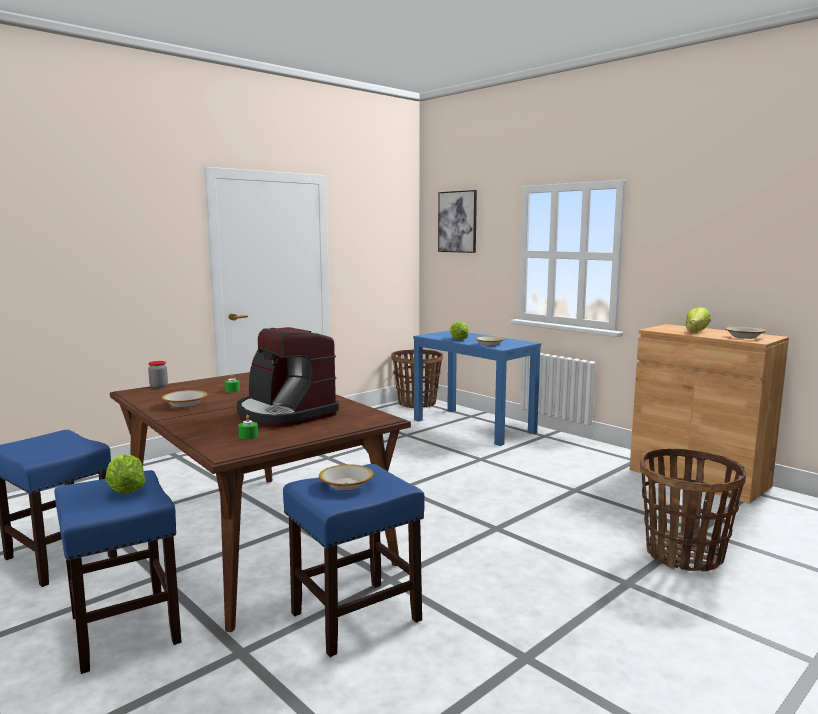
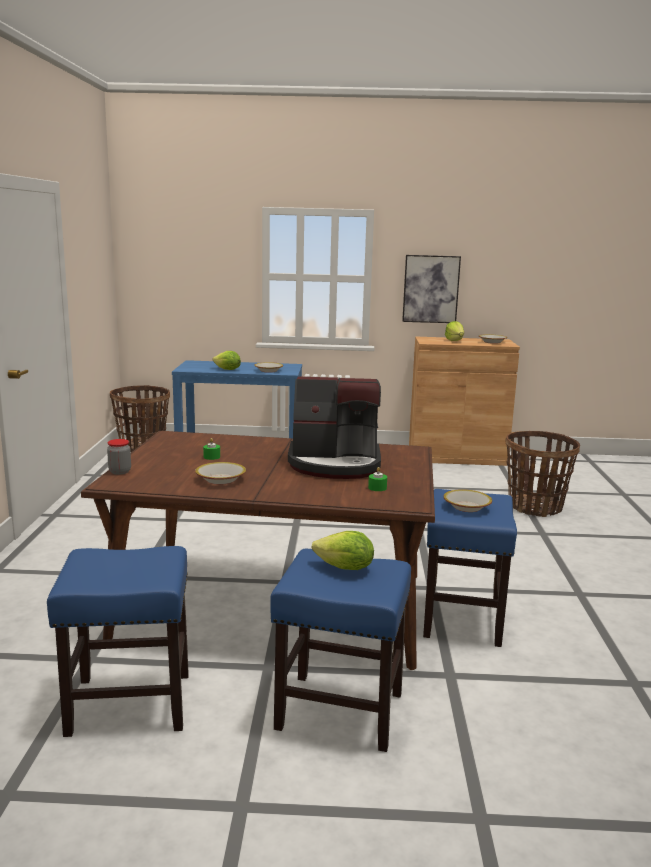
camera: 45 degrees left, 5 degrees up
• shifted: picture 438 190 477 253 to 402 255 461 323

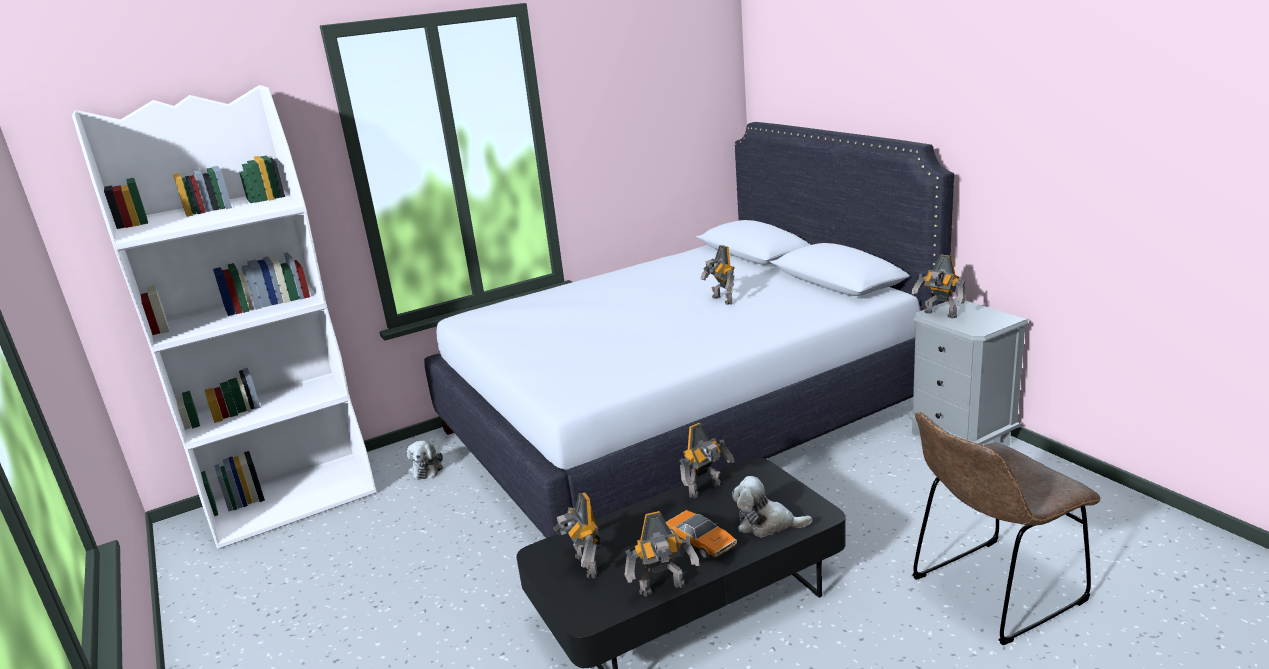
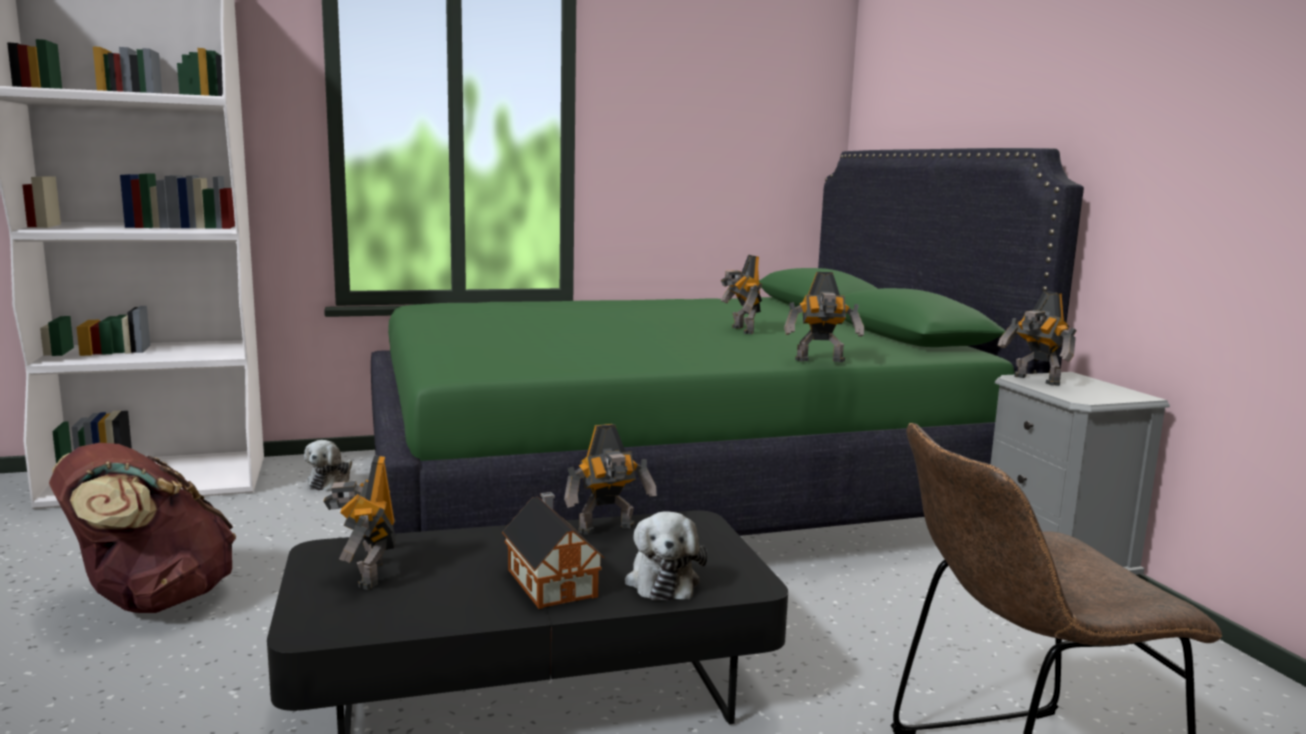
camera: 10 degrees right, 10 degrees down
• new: brown backpack 49 443 236 613
• repainted: white bed 424 122 954 538 to green bed 371 148 1084 536
• swapped: toy car 666 510 737 559 to toy house 502 492 605 609
• rotated: plush toy 732 476 812 537 = 625 511 707 600 120 degrees counterclockwise
• shifted: toy robot 625 511 699 596 to 784 272 864 362

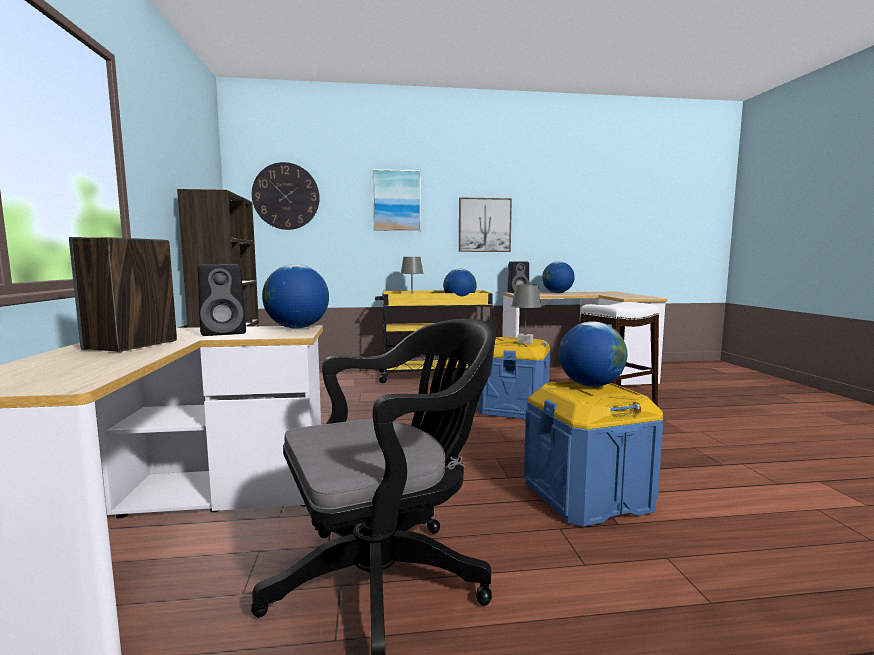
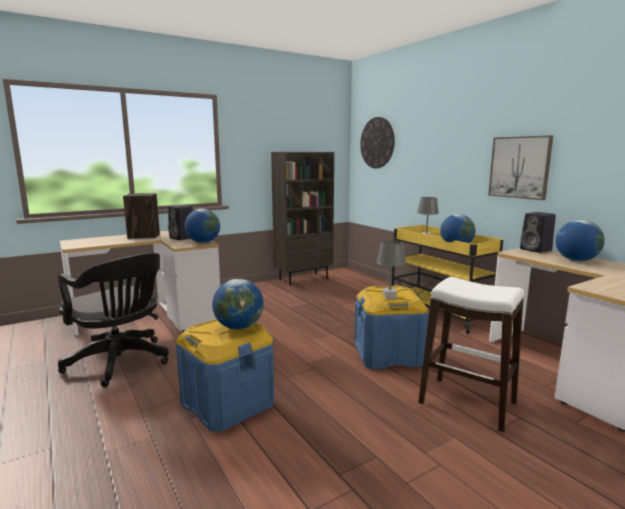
camera: 65 degrees right, 5 degrees up
• gone: picture 372 169 421 231

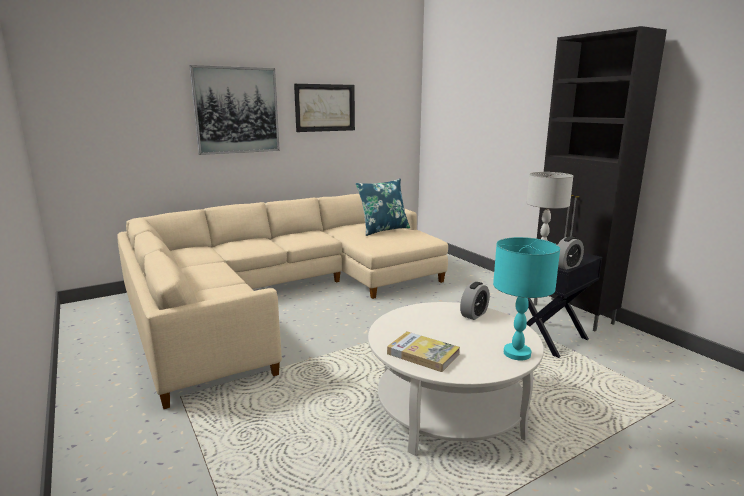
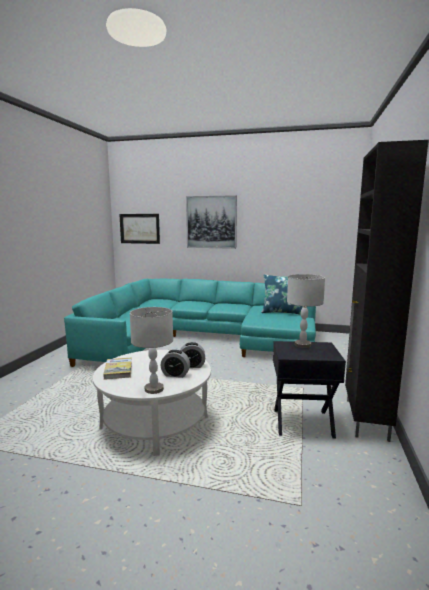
camera: 45 degrees right, 5 degrees down
• repainted: beige sofa 117 194 448 409 to turquoise sofa 64 278 316 367
• shifted: picture 294 84 355 132 to 119 214 160 244
• repainted: turquoise table lamp 493 237 560 360 to grey table lamp 130 307 173 394
• shifted: alarm clock 558 236 584 270 to 161 350 190 378

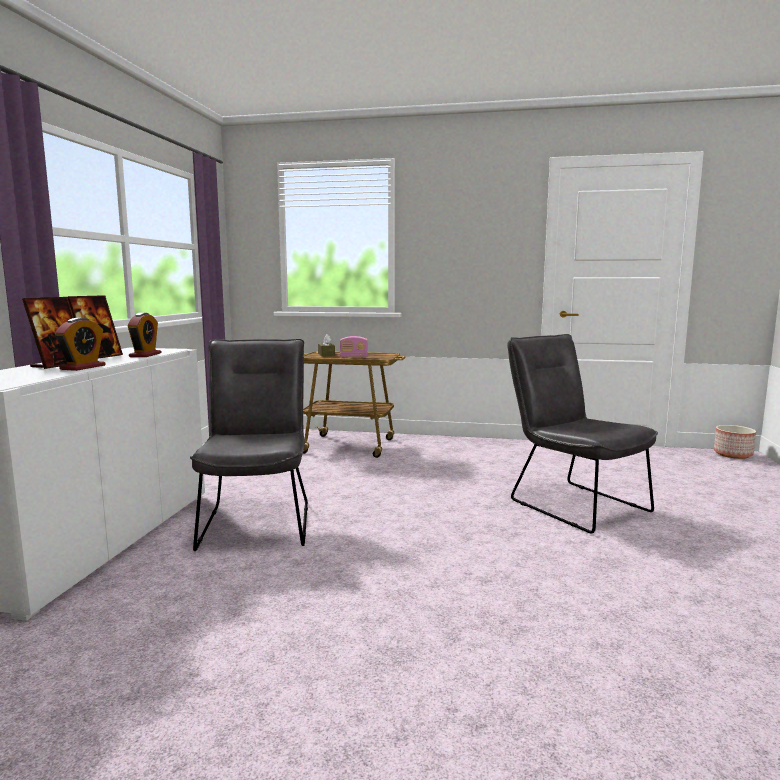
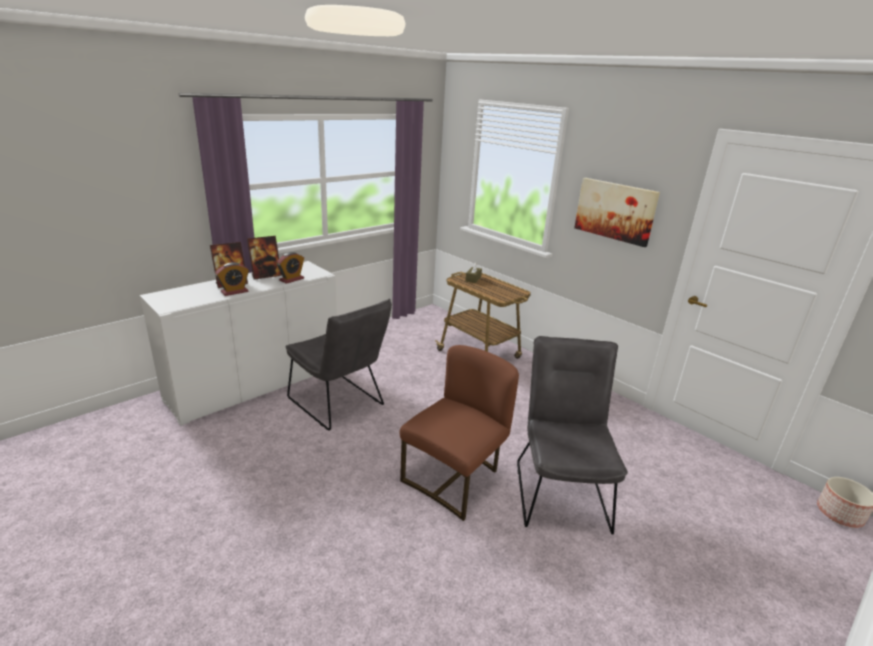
camera: 35 degrees right, 15 degrees up
• rotated: grey chair 190 339 308 551 = 286 299 392 430 105 degrees clockwise
• new: brown chair 400 345 519 521
• new: picture 574 178 660 247
• gone: radio 340 336 368 358

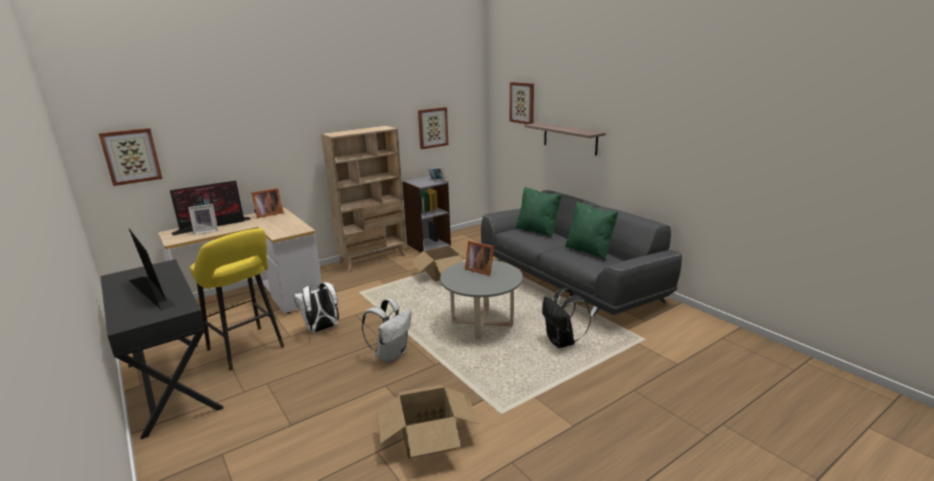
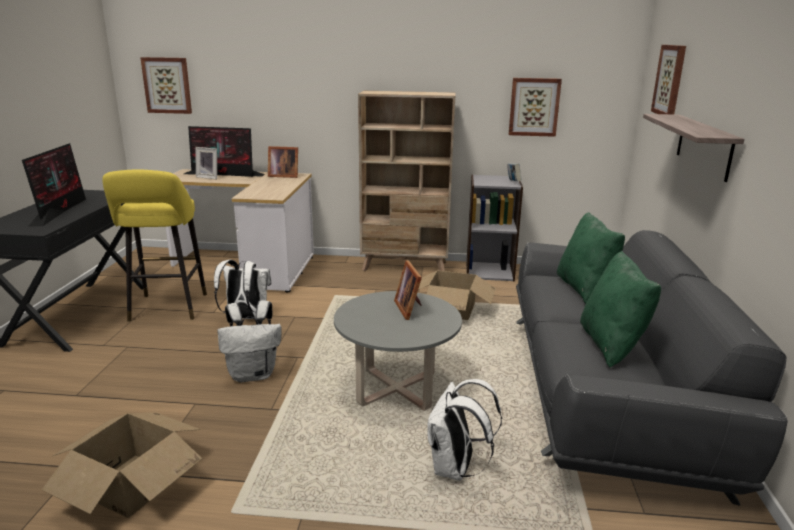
camera: 40 degrees right, 0 degrees up
• repainted: black backpack 542 287 591 348 to white backpack 427 379 502 481

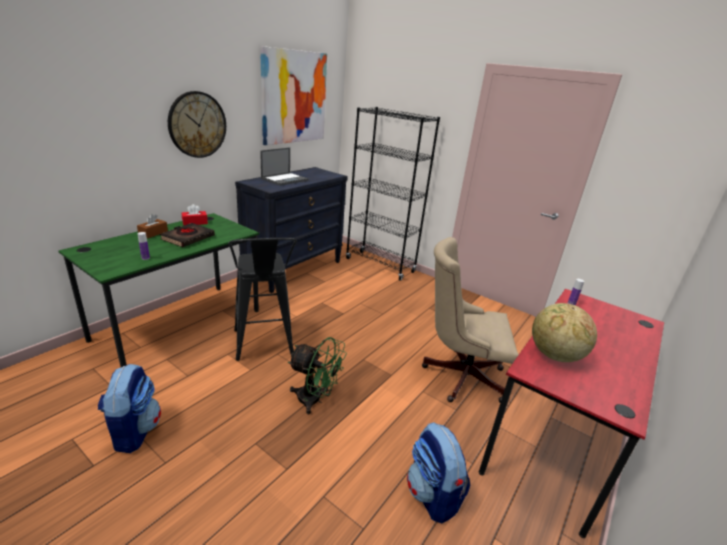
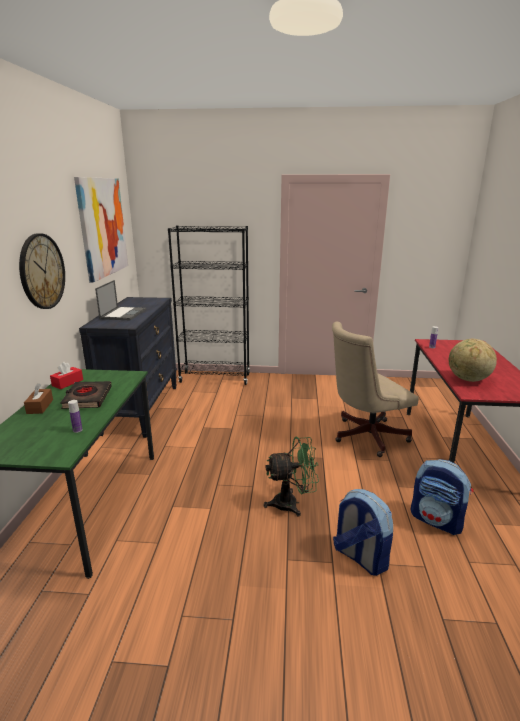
camera: 30 degrees left, 5 degrees down
• shifted: backpack 97 364 161 453 to 333 489 393 576
• gone: black stool 229 238 297 361

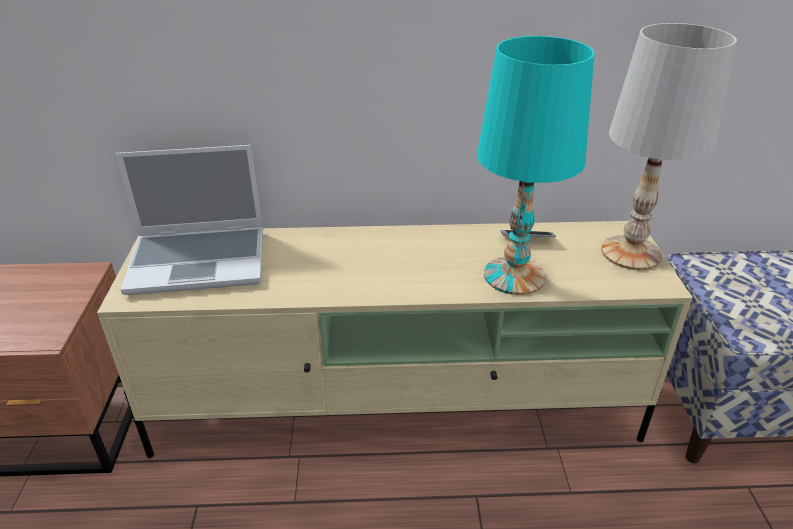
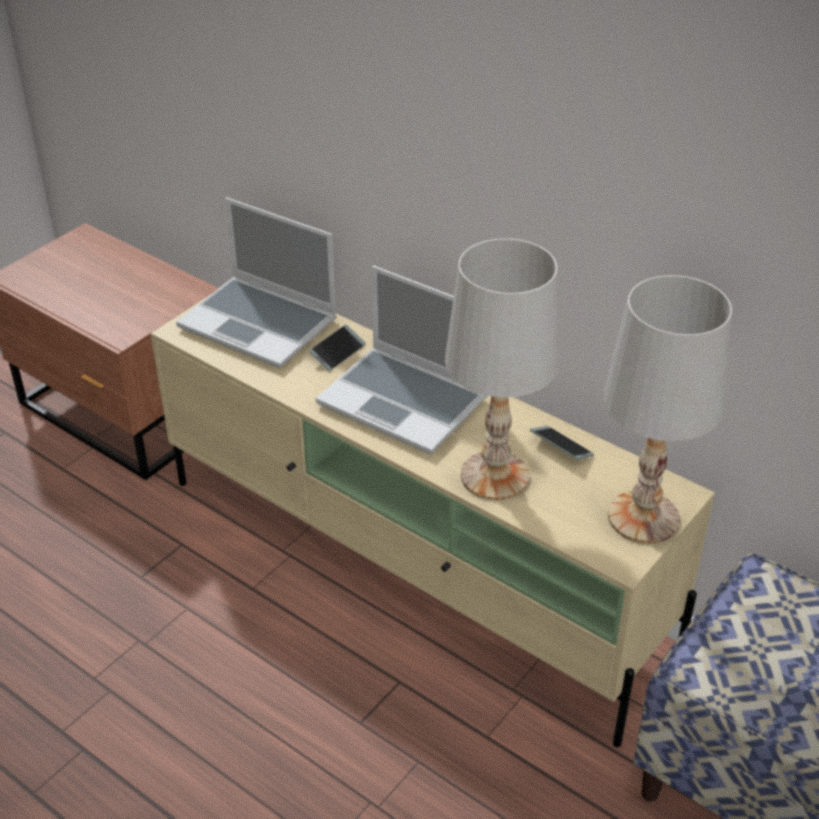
camera: 40 degrees right, 5 degrees up
• new: phone 309 325 366 371
• new: laptop 316 265 487 454
• repainted: turquoise table lamp 477 36 595 295 to white table lamp 445 238 559 500

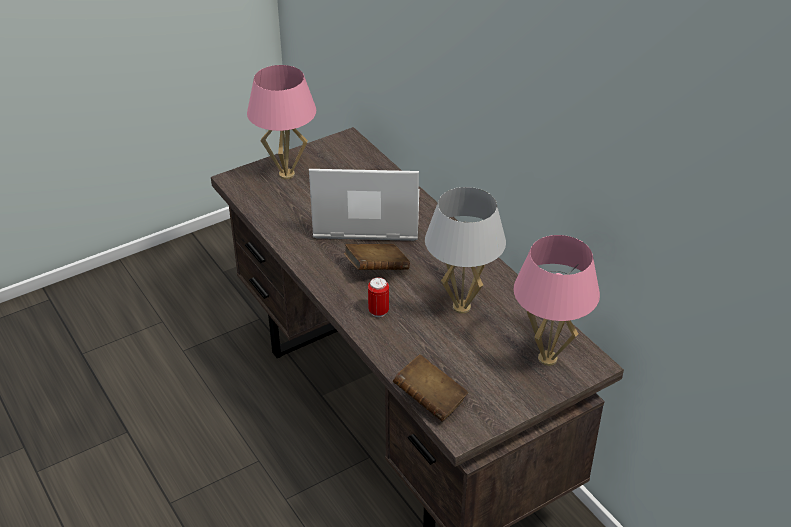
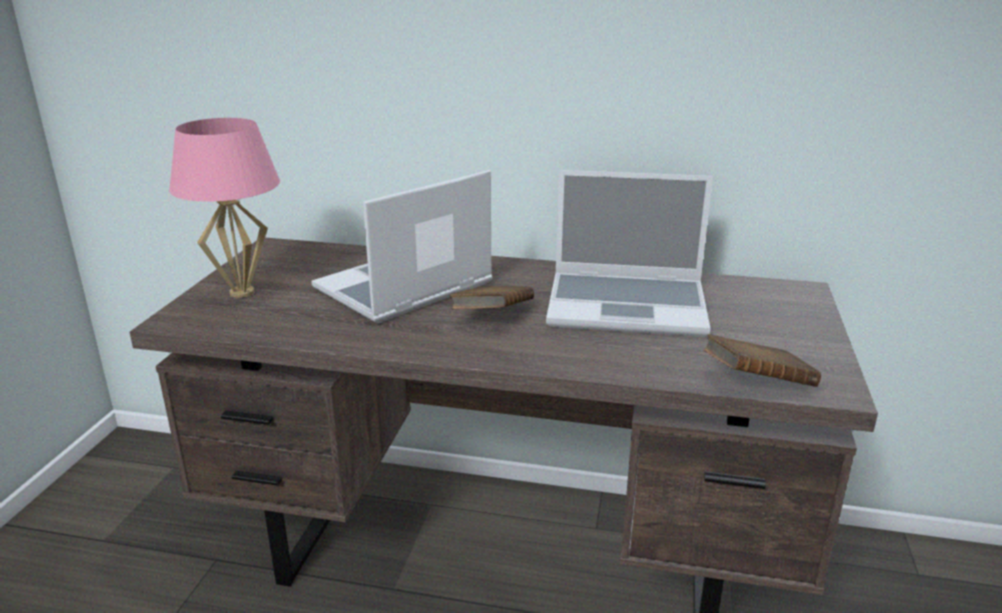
camera: 45 degrees left, 15 degrees down
• swapped: white table lamp 425 187 506 314 to laptop 546 170 713 337
• gone: can 368 277 389 317
• gone: pink table lamp 513 235 600 366

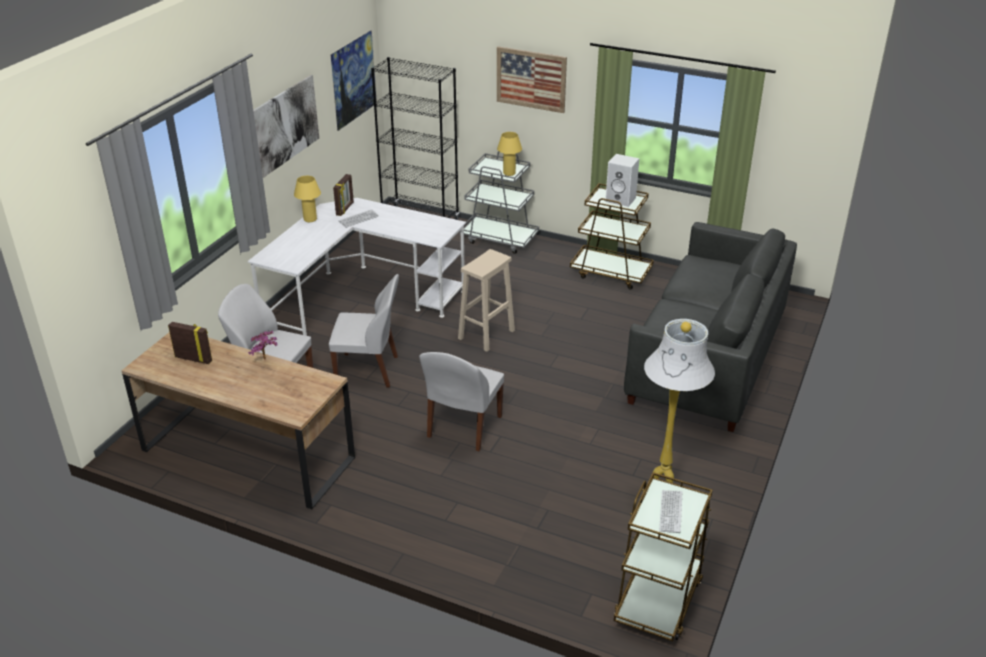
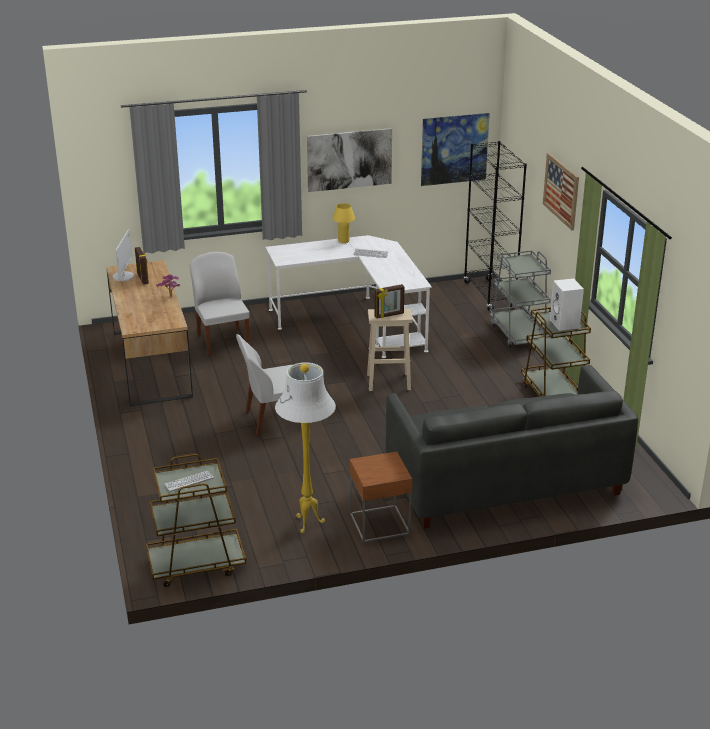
camera: 50 degrees right, 5 degrees down
• new: monitor 113 230 134 281
• new: brown side table 350 452 412 543
• shifted: picture frame 333 174 354 216 to 374 284 404 319
• gone: white chair 329 274 399 387
• gone: yellow table lamp 497 132 522 176

